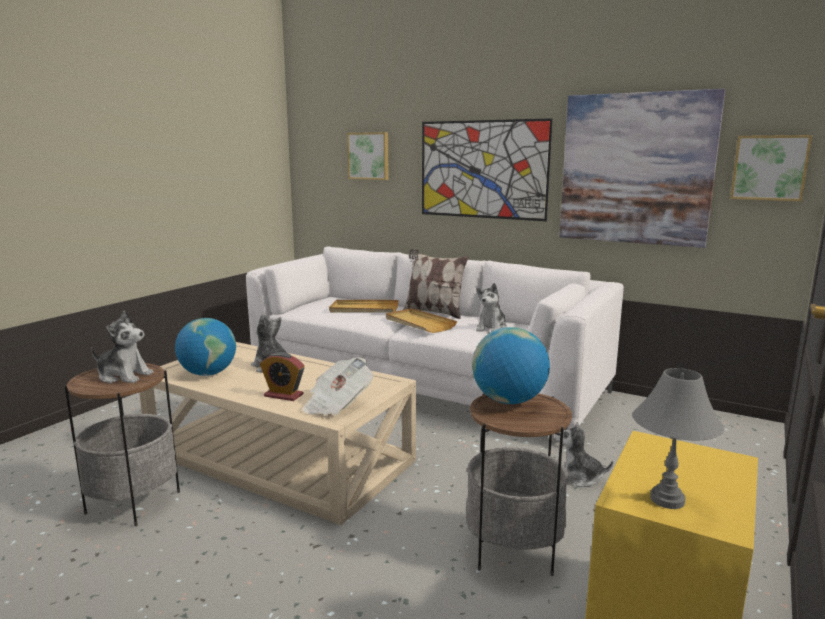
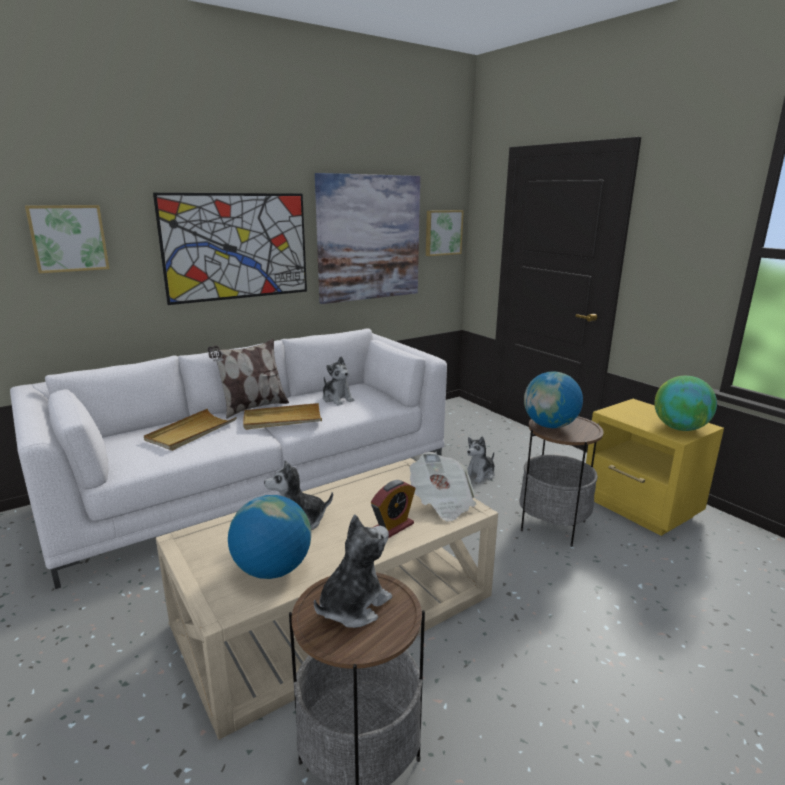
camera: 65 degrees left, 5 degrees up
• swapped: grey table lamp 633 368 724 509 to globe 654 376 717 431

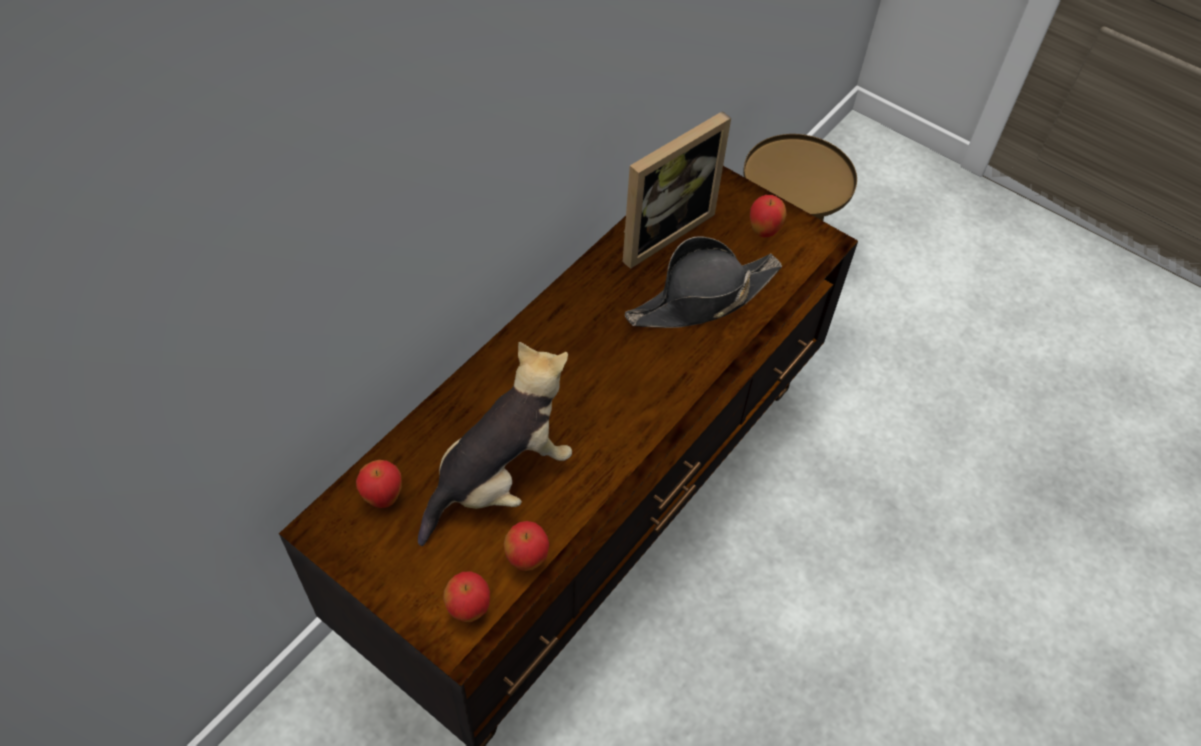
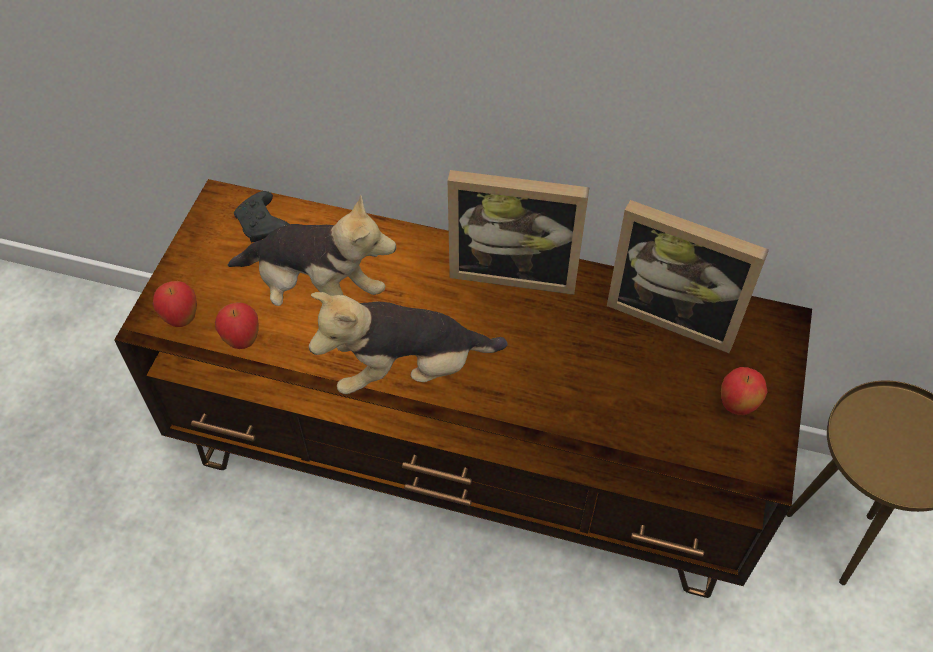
camera: 70 degrees right, 0 degrees up
• swapped: apple 356 460 401 508 to black game controller 234 191 289 242
• new: plush toy 309 292 508 394
• new: picture frame 448 170 590 295
• gone: black hat 625 237 782 328

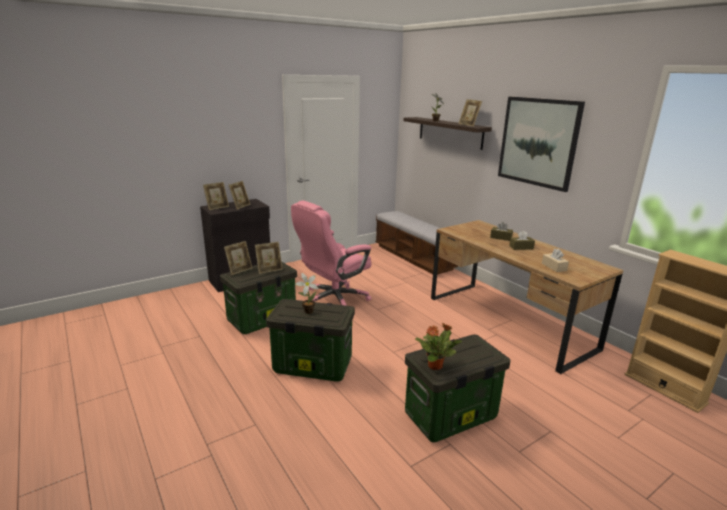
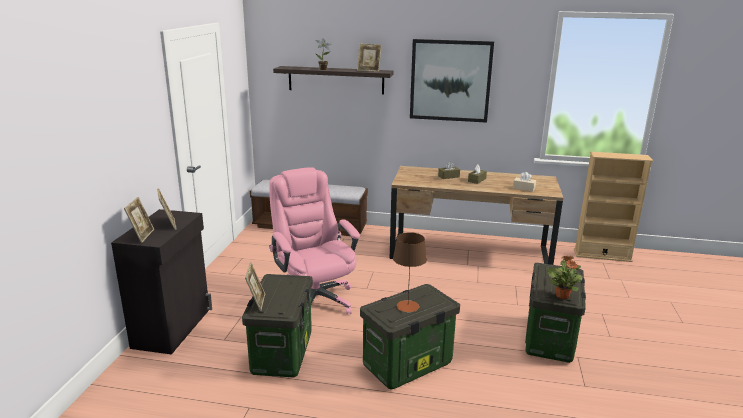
camera: 45 degrees left, 0 degrees up
• rotated: pink office chair 291 201 372 306 = 269 167 360 314 150 degrees clockwise
• swapped: potted plant 295 273 319 314 to brown table lamp 393 232 427 312
• gone: picture frame 255 242 283 274

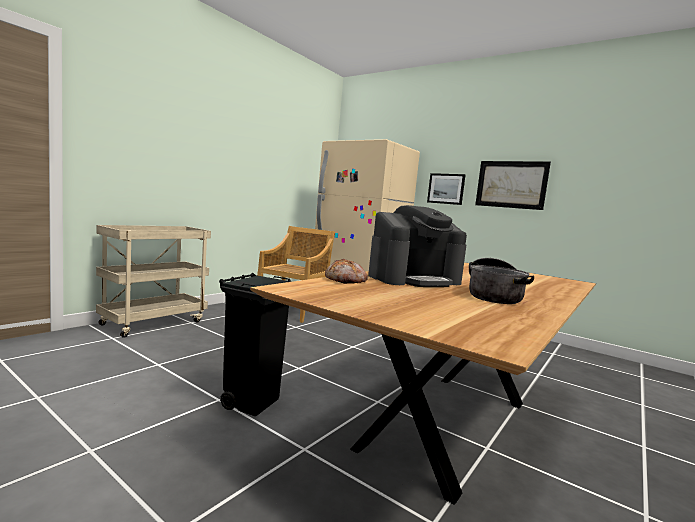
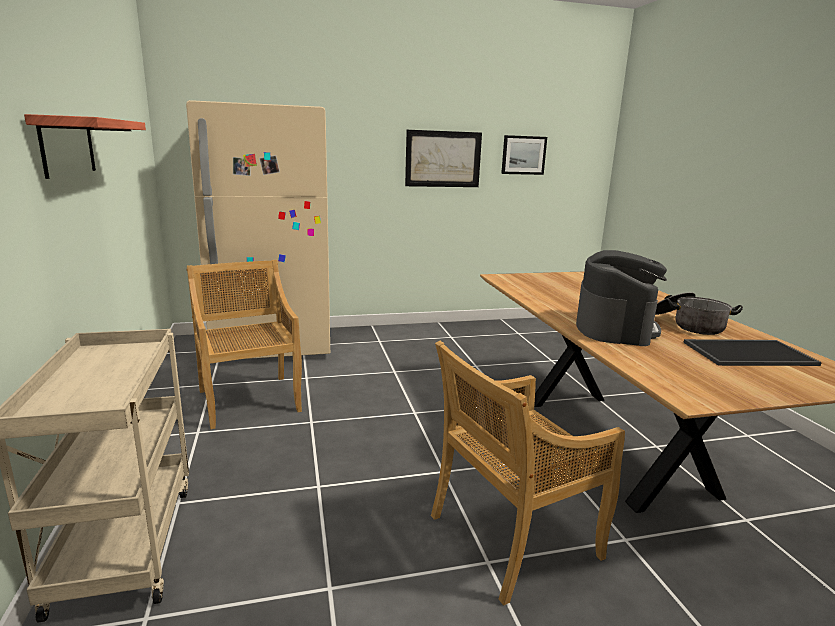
camera: 50 degrees left, 10 degrees up
• new: shelf 24 114 146 179
• swapped: black trash can 219 273 291 417 to beige chair 431 341 625 605
• shifted: picture 427 173 466 205 to 501 135 547 175
• new: tray 683 339 822 366
• gone: bread 325 258 368 284

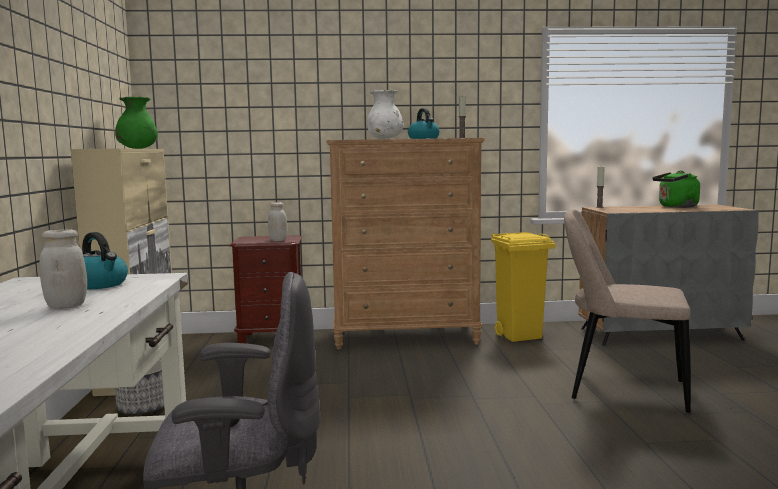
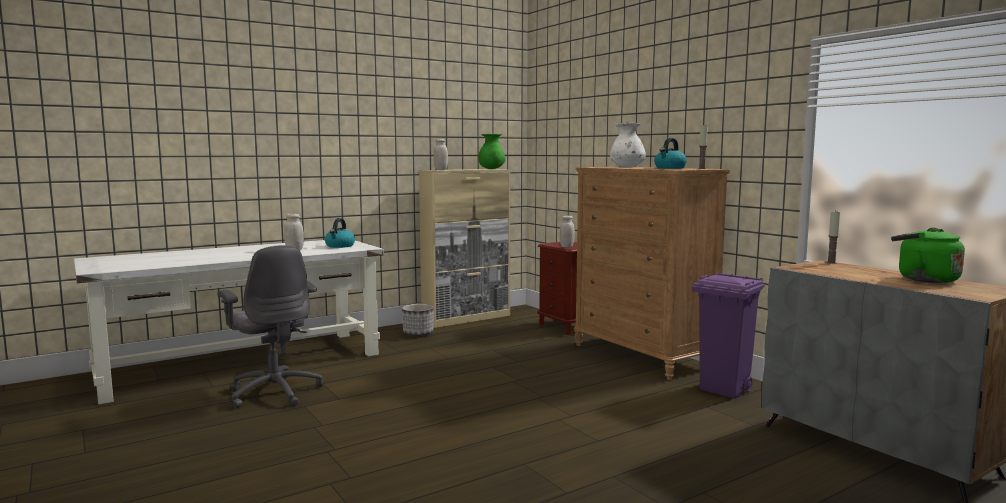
camera: 60 degrees right, 0 degrees up
• new: white jar 434 139 448 170
• repainted: yellow trash can 491 231 555 342 to purple trash can 692 272 765 399
• gone: beige chair 564 210 691 413

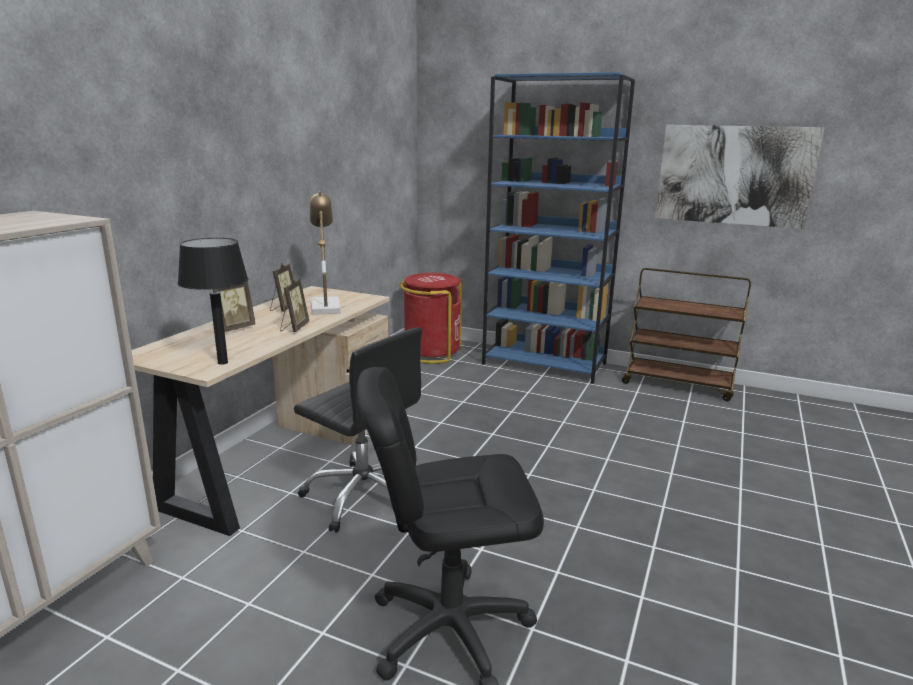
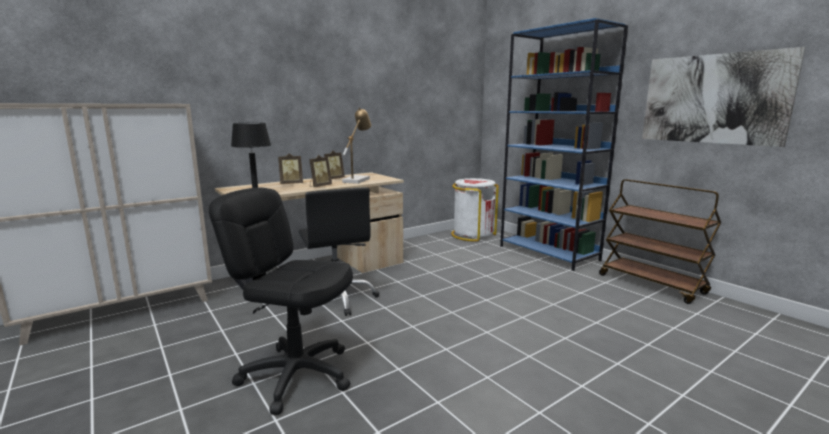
camera: 30 degrees right, 5 degrees down
• repainted: red trash can 399 273 462 364 to white trash can 451 178 499 242

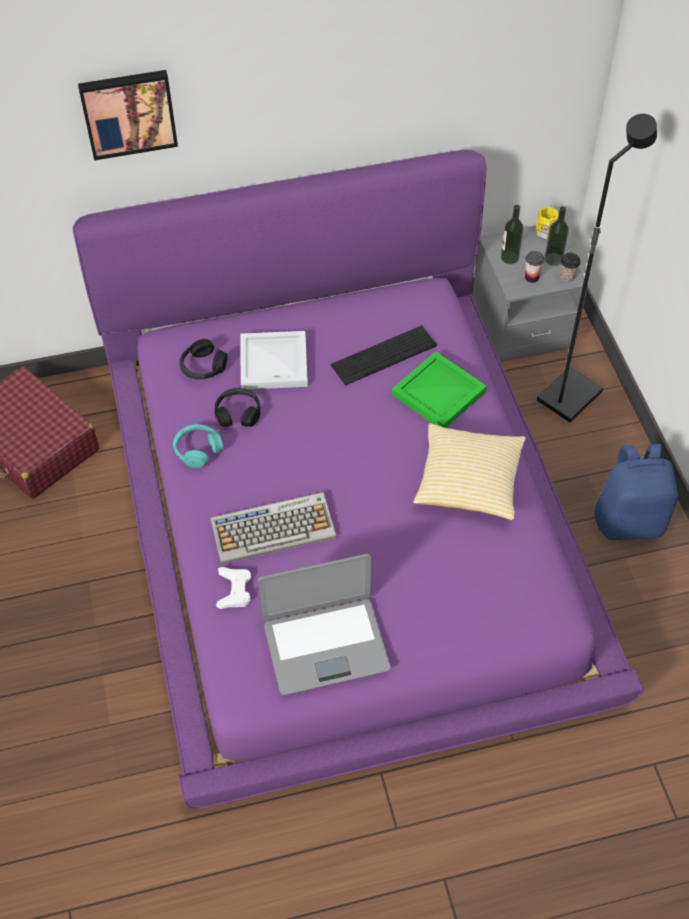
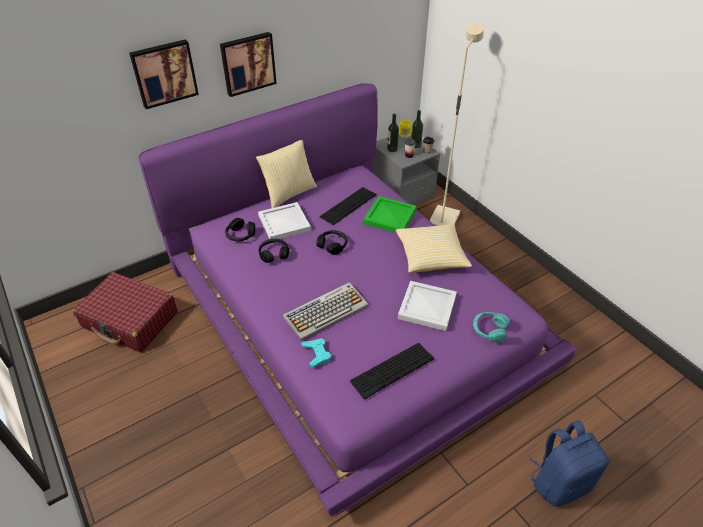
camera: 20 degrees left, 10 degrees down
• new: picture 220 32 277 97
• new: pillow 256 140 317 208
• repainted: white game controller 216 567 251 609 to turquoise game controller 301 338 331 368
• new: black headphones 316 230 348 255
• swapped: laptop 258 554 391 695 to keyboard 350 343 434 399
• new: white tray 398 281 457 331
• repainted: black floor lamp 537 114 657 423 to beige floor lamp 429 22 484 226
• shifted: turquoise headphones 173 424 223 468 to 473 312 510 343
• shifted: blue backpack 594 444 678 540 to 529 420 609 507

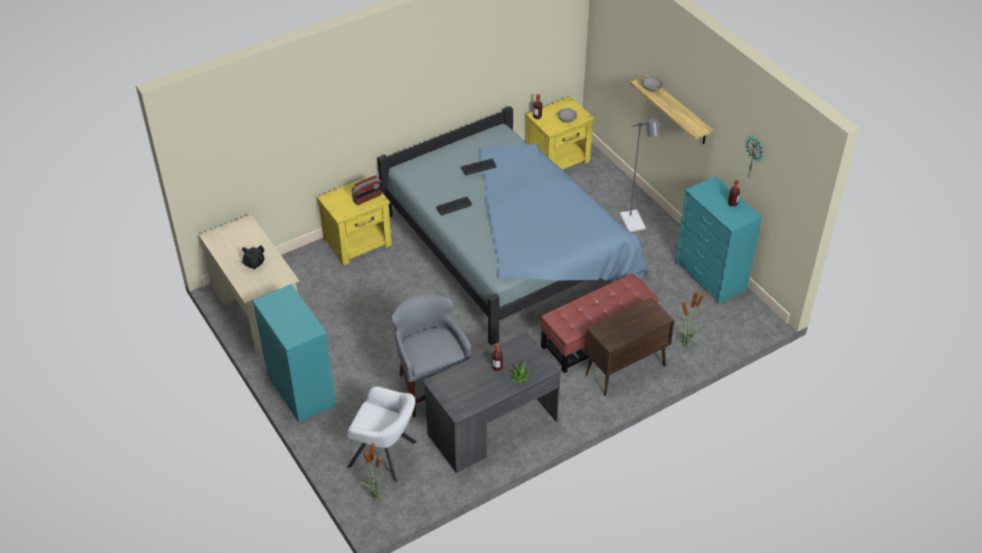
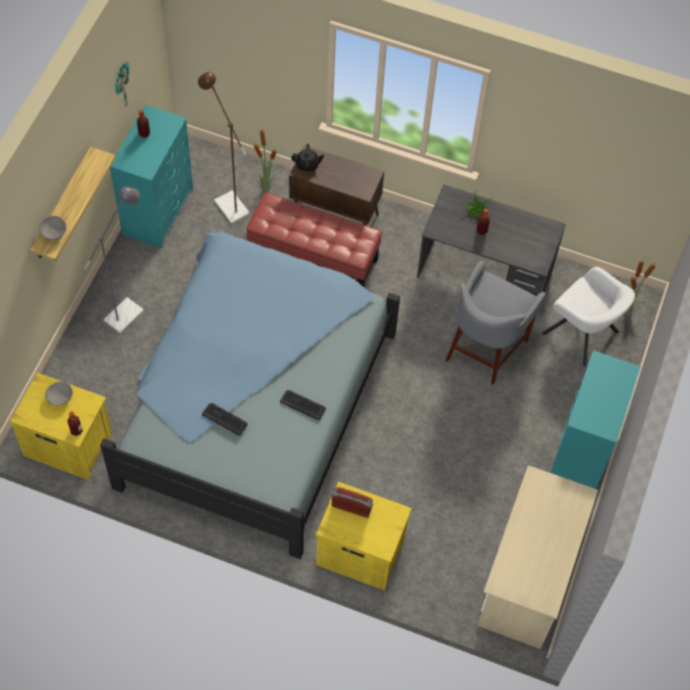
camera: 130 degrees left, 15 degrees up
• new: brown floor lamp 198 72 250 224
• shifted: black teapot 241 245 265 269 to 291 144 324 171
• rotated: white armchair 347 387 417 482 = 542 267 635 367 150 degrees clockwise

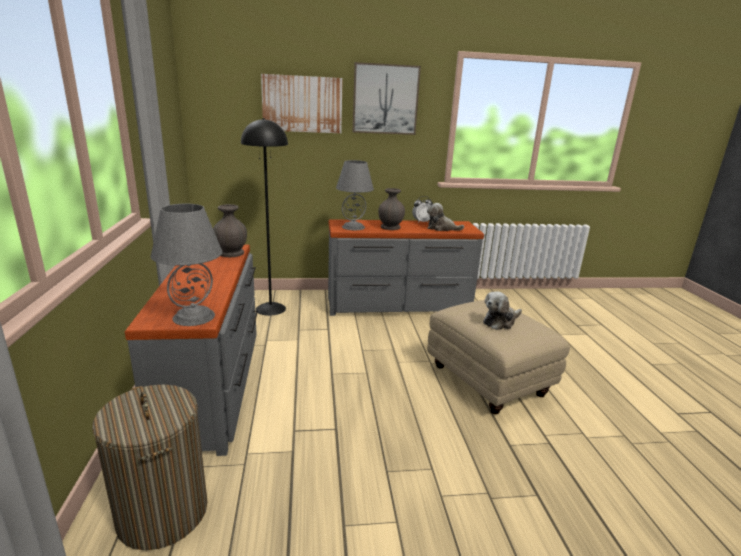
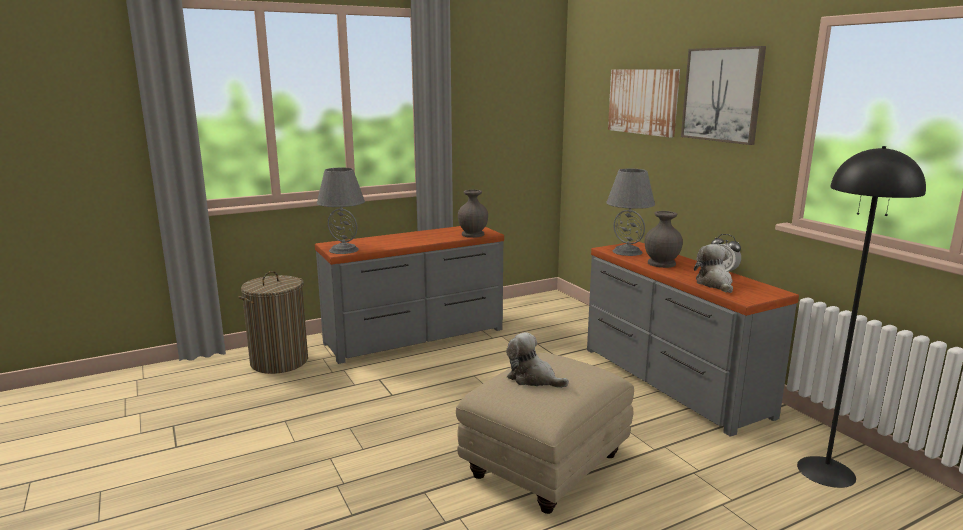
camera: 70 degrees right, 5 degrees down
• shifted: black floor lamp 241 118 288 316 to 797 146 926 488

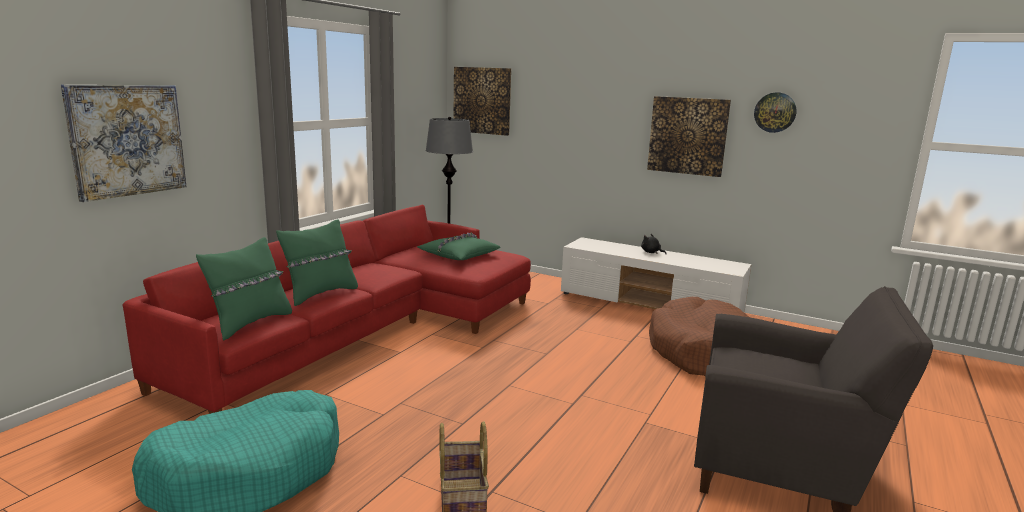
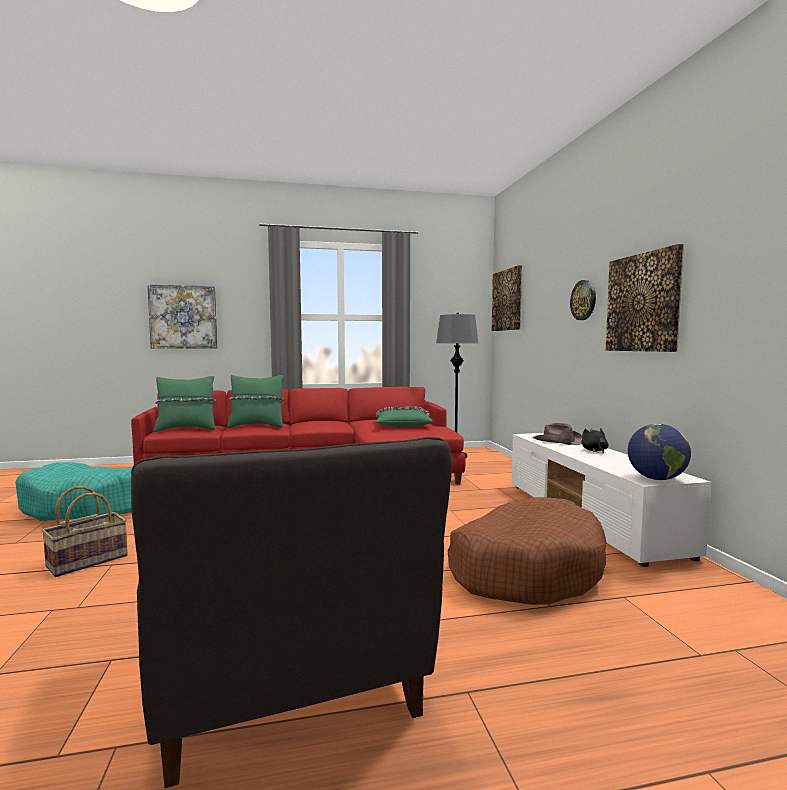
camera: 50 degrees right, 10 degrees down
• new: brown hat 533 423 582 445
• shifted: wall clock 754 92 797 133 to 570 280 596 320
• new: globe 628 424 691 480

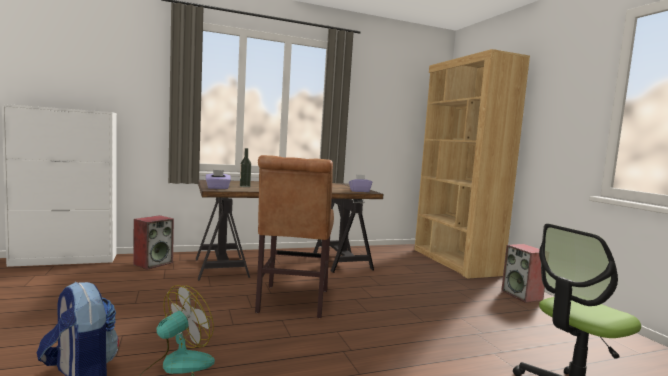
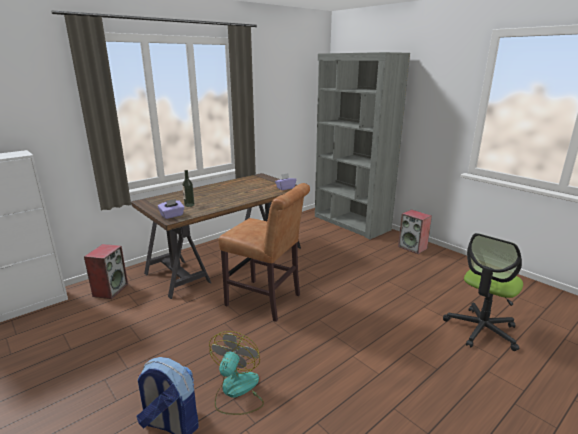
camera: 20 degrees left, 15 degrees up
• rotated: brown chair 255 155 334 318 = 218 183 310 322 45 degrees counterclockwise
• repainted: brown bookcase 414 49 530 279 to grey bookcase 315 52 410 239

